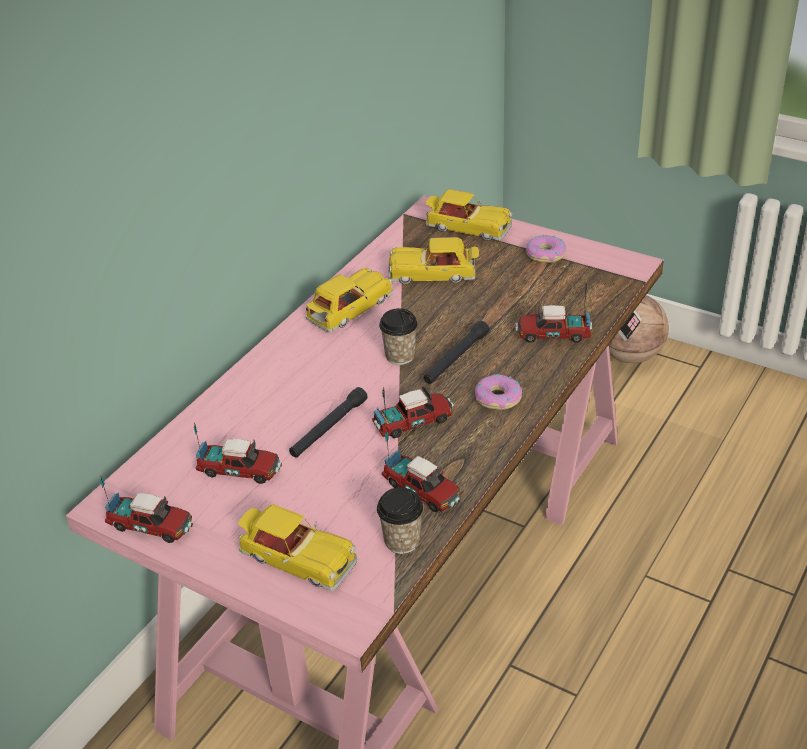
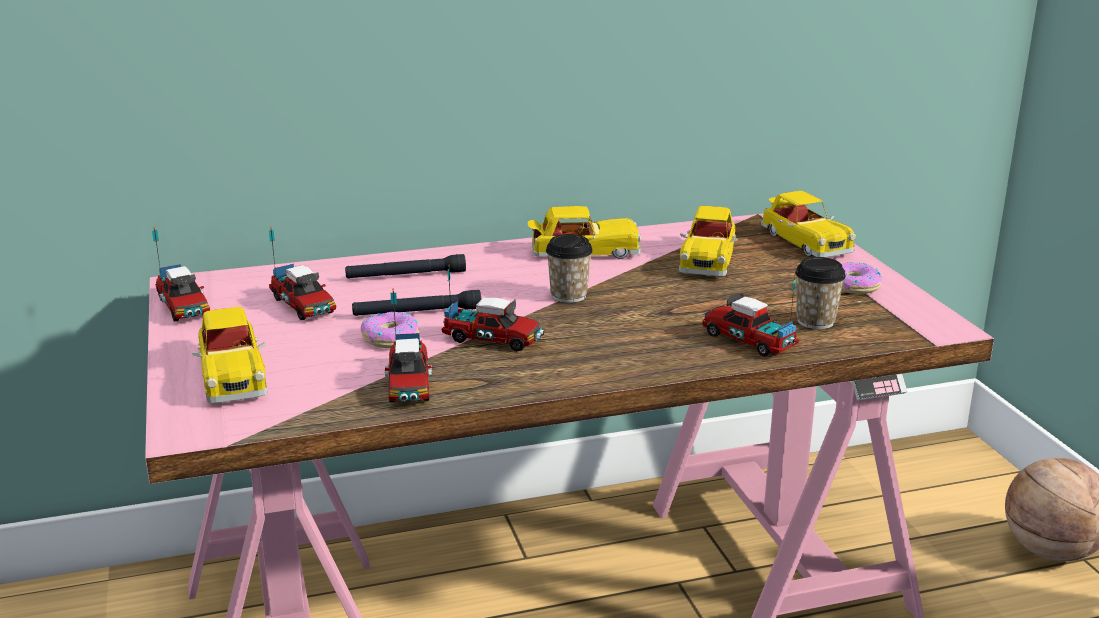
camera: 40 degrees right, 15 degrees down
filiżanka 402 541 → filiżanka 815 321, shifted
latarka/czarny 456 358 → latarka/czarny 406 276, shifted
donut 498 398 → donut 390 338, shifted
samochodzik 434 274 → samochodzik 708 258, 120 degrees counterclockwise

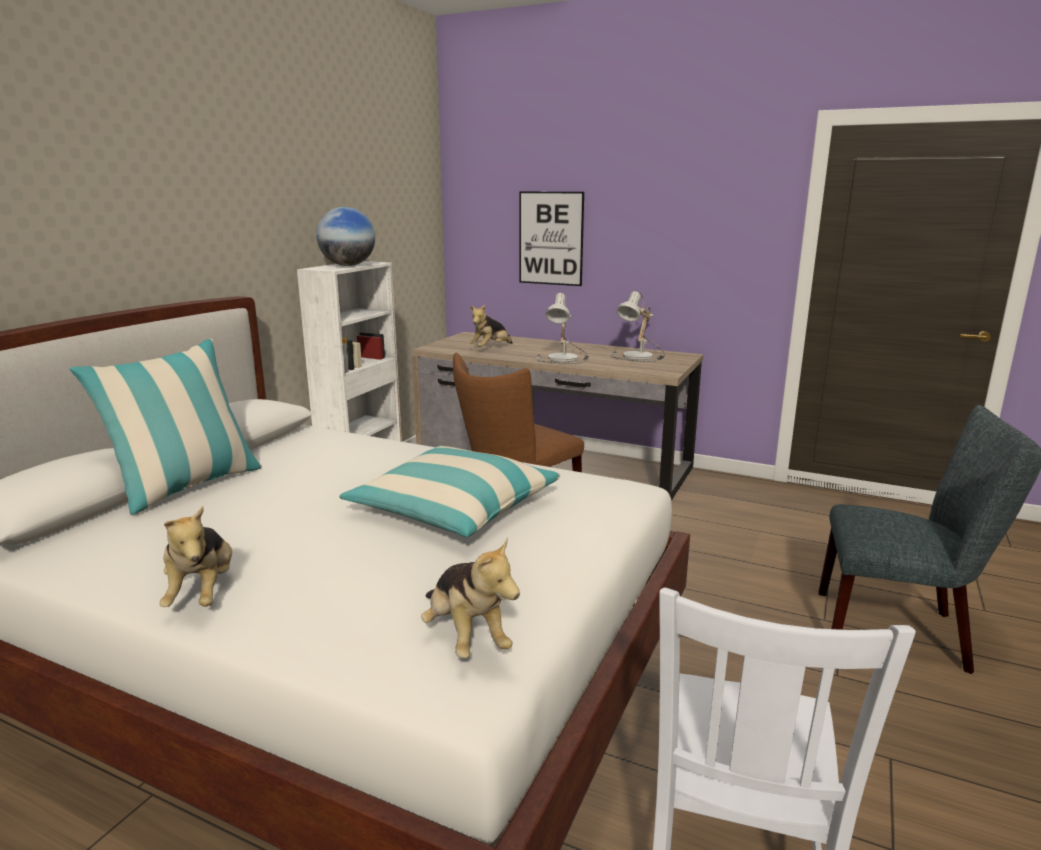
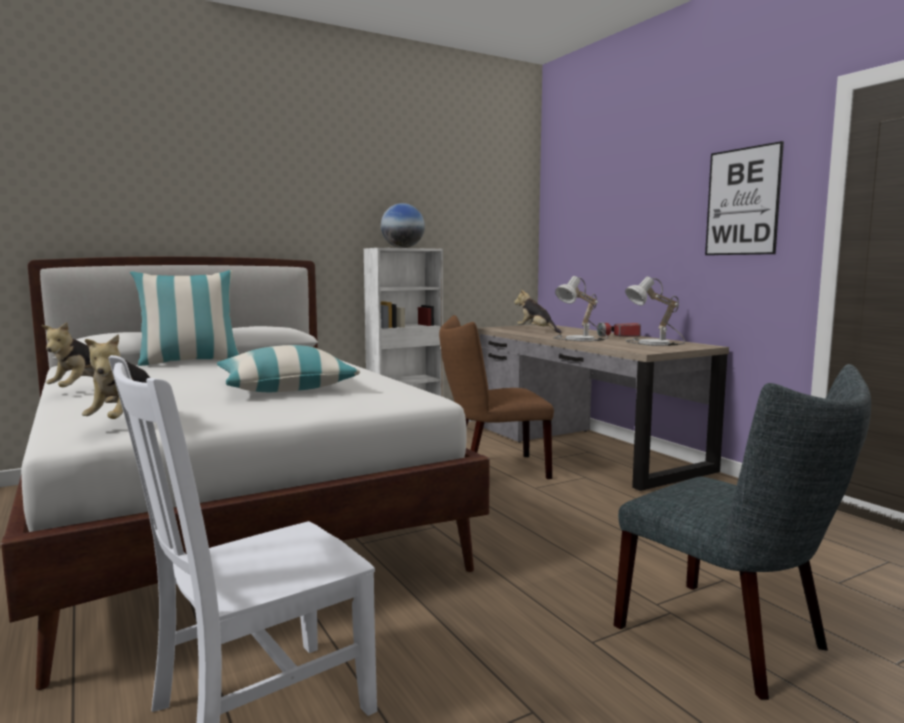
camera: 35 degrees right, 10 degrees down
- → latarka 618 336
obraz 551 238 → obraz 742 201, shifted
pluszak 490 348 → pluszak 536 331, 60 degrees clockwise

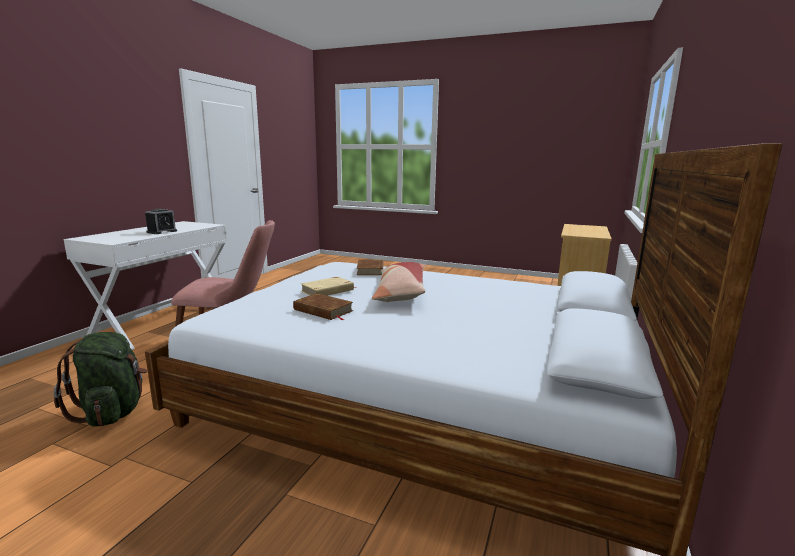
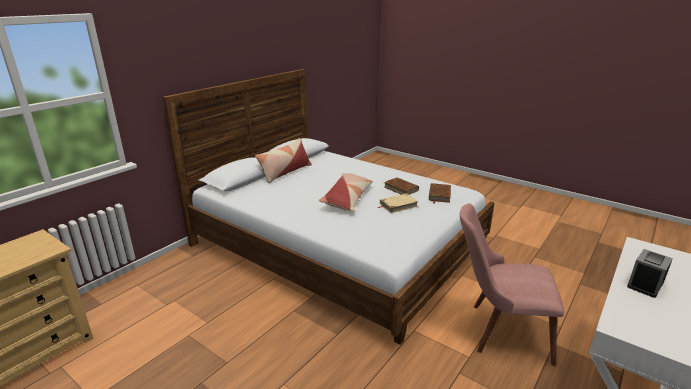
camera: 165 degrees left, 10 degrees up
plecak/zielony 112 412 → -
- → poduszka 285 172
książka/brązowy 370 270 → książka/brązowy 439 195, shifted

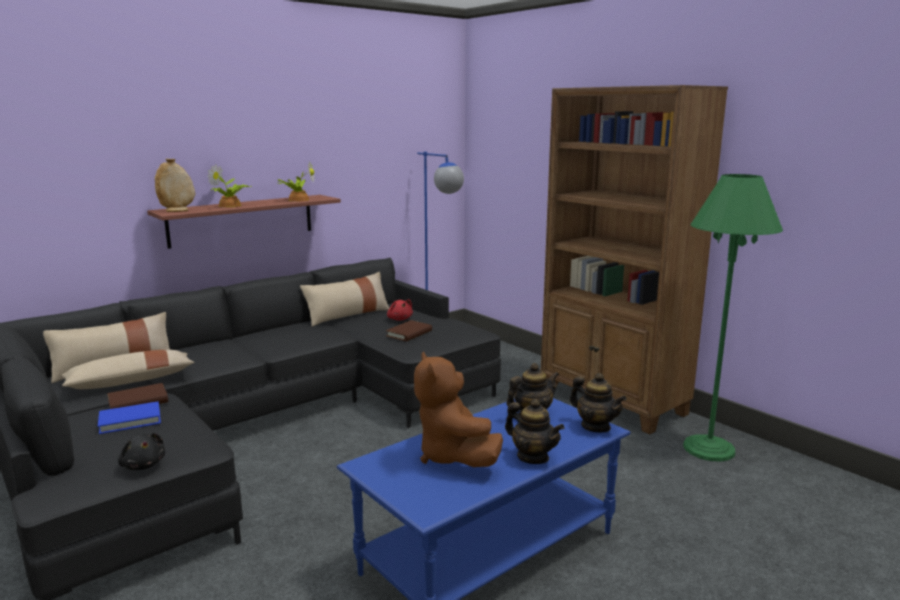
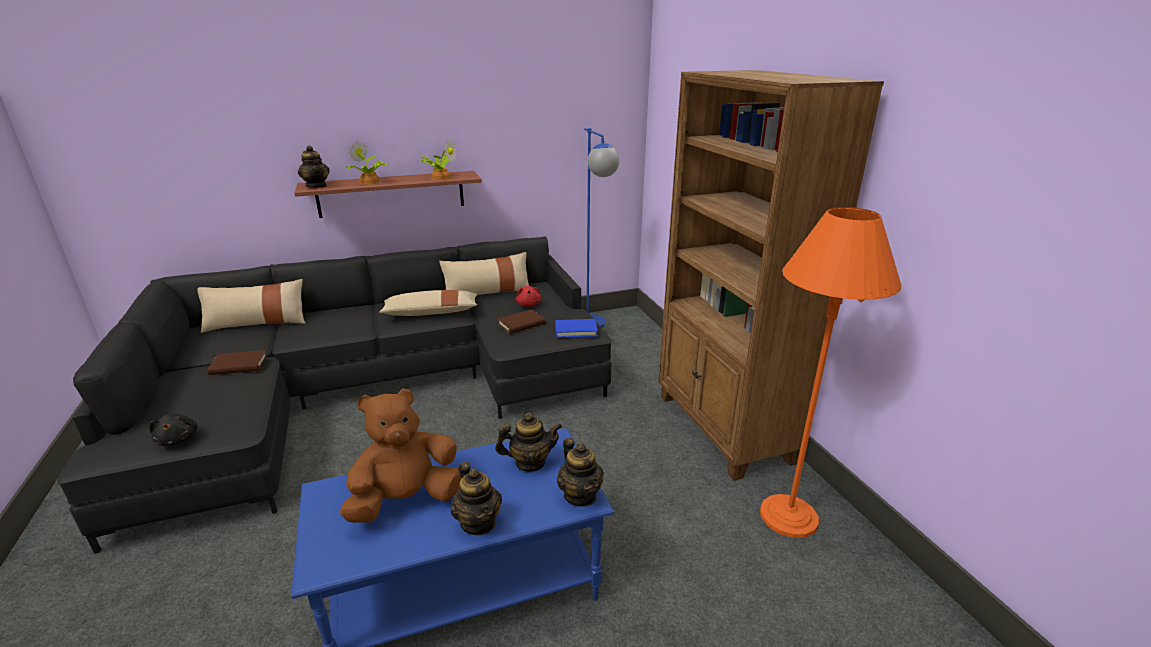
camera: 20 degrees right, 10 degrees up
poduszka/beżowy 131 381 → poduszka/beżowy 431 313, shifted
książka/niebieski 130 420 → książka/niebieski 576 330, shifted
wazon/beżowy 177 211 → imbryk 317 186
lampa stojąca/zielony 709 448 → lampa stojąca/pomarańczowy 789 516
pluszak/brązowy 453 456 → pluszak/brązowy 406 500, 60 degrees clockwise

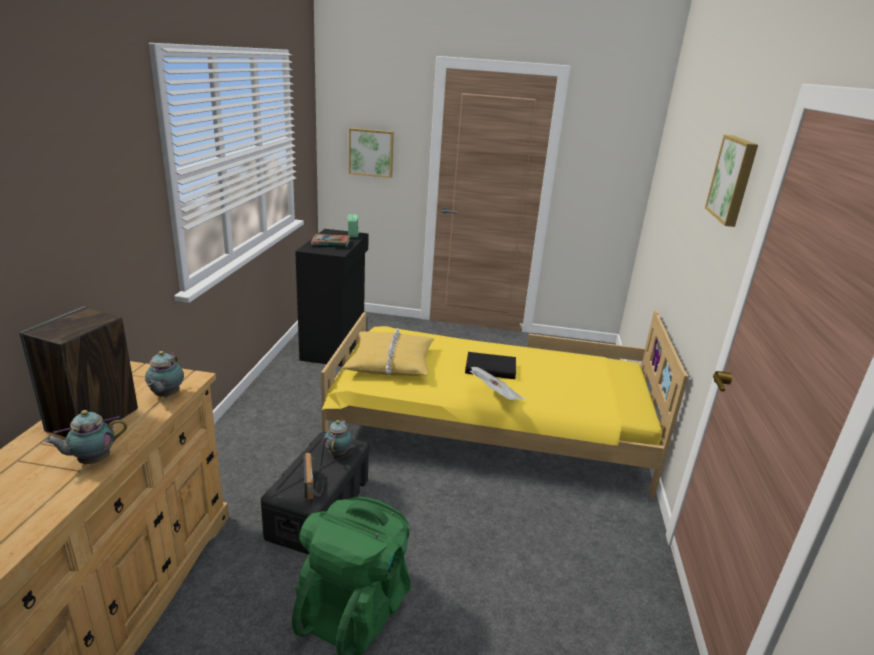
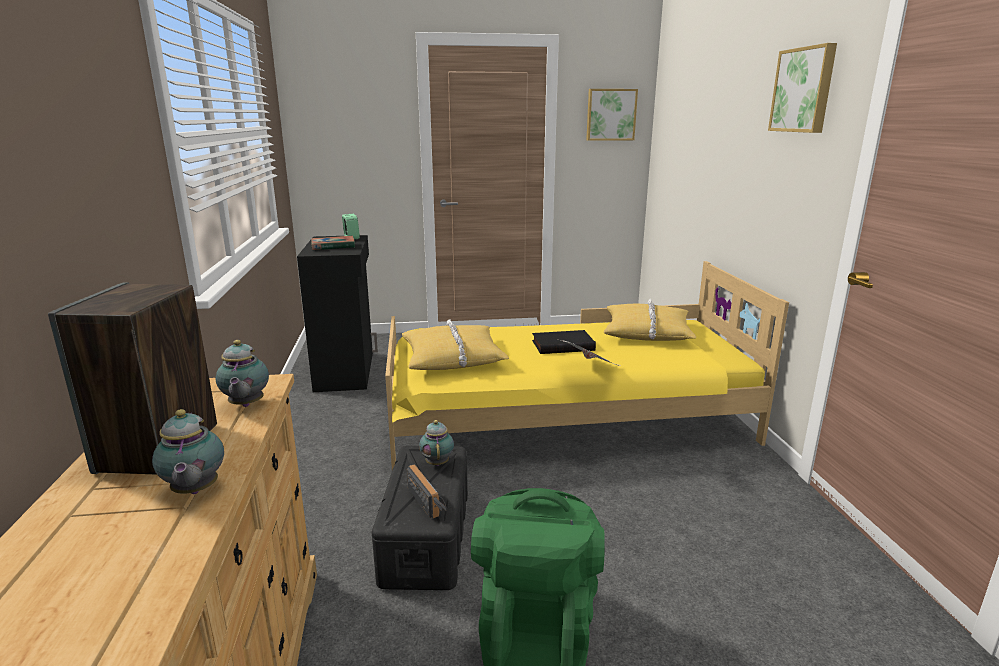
camera: 15 degrees left, 5 degrees down
- → poduszka/żółty 647 332
obraz 371 152 → obraz 610 115, shifted
imbryk 92 461 → imbryk 194 491, 60 degrees counterclockwise

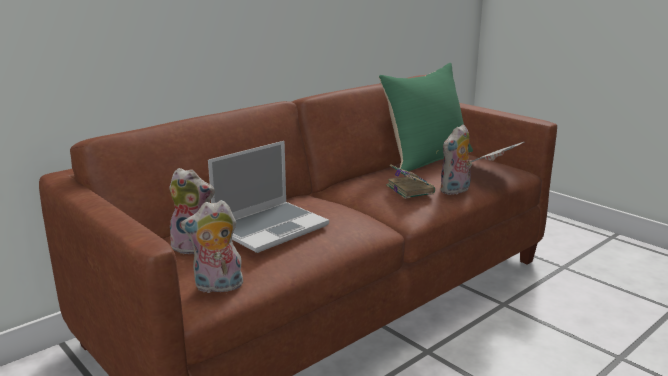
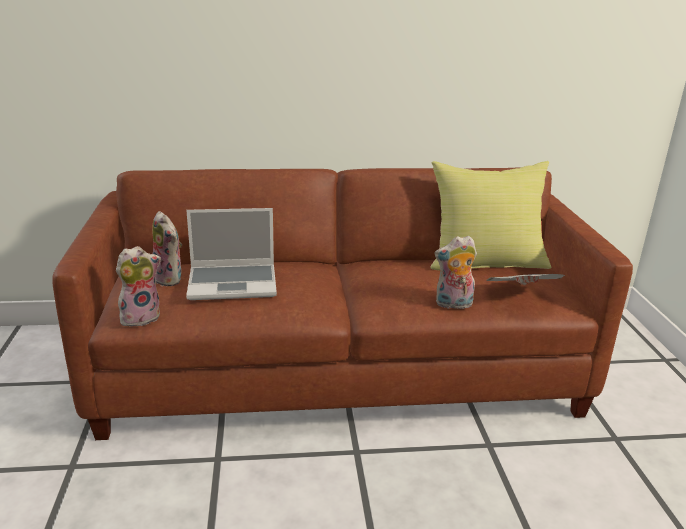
camera: 35 degrees right, 5 degrees up
książka 409 189 → -
poduszka/zielony 426 159 → poduszka/żółty 486 262
pluszak 217 287 → pluszak 141 317, 120 degrees clockwise

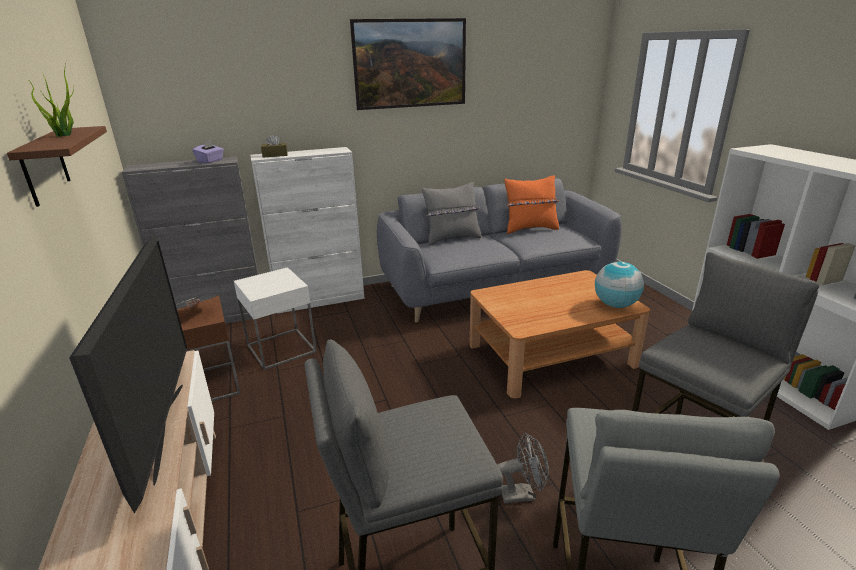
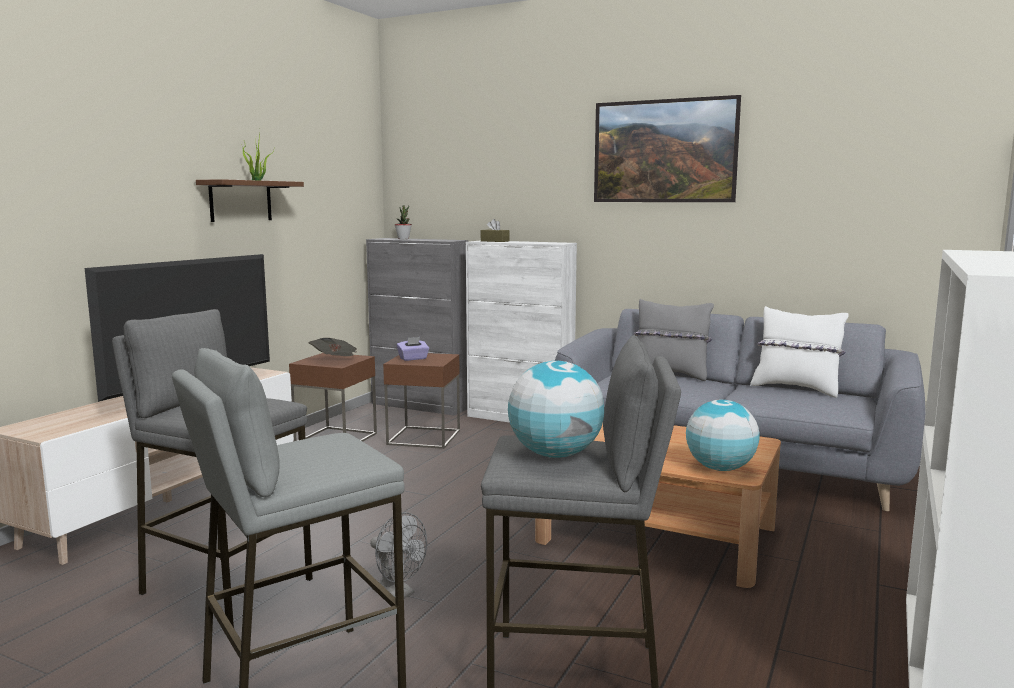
camera: 45 degrees right, 15 degrees down
- → roślina doniczkowa 403 239
- → globus 555 455
pudełko chusteczek/fioletowy 210 161 → pudełko chusteczek/fioletowy 413 358, shifted
stolik/biały 281 348 → stolik/brązowy 424 437
poduszka/pomarańczowy 530 229 → poduszka/biały 796 389

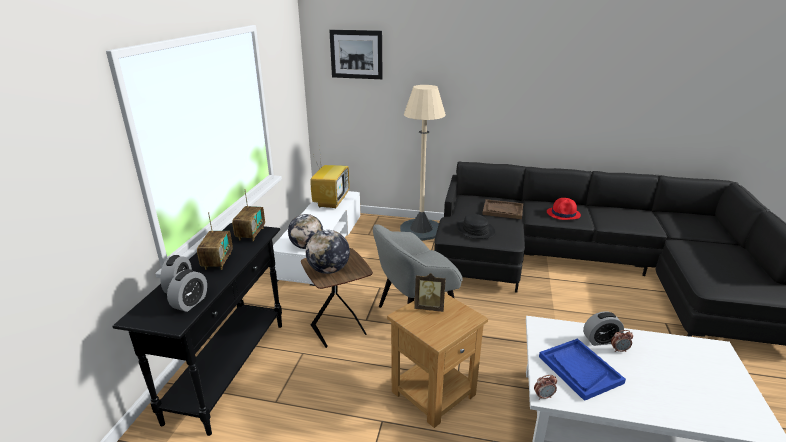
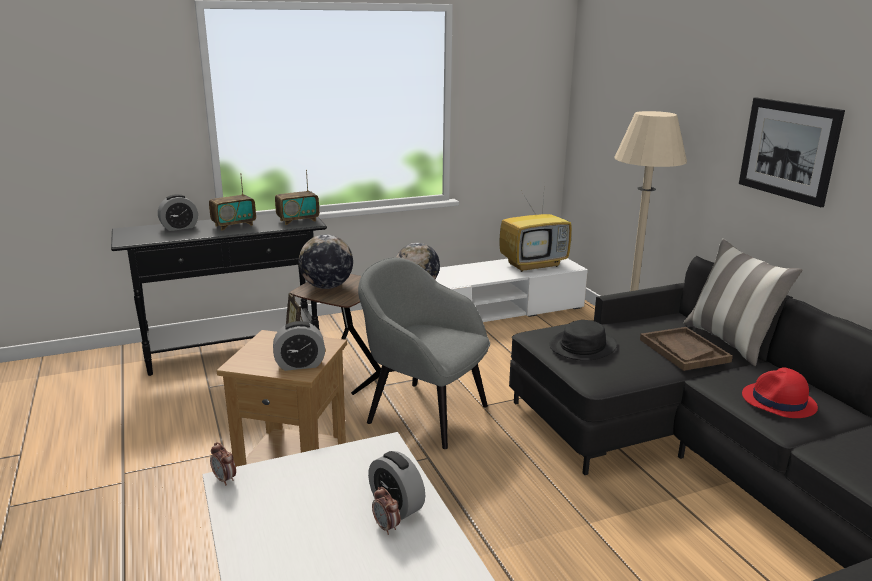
camera: 55 degrees right, 5 degrees down
taca/niebieski 579 369 → -
- → poduszka 729 342
budzik 190 303 → budzik 300 365, shifted
obraz 356 54 → obraz 788 150, shifted

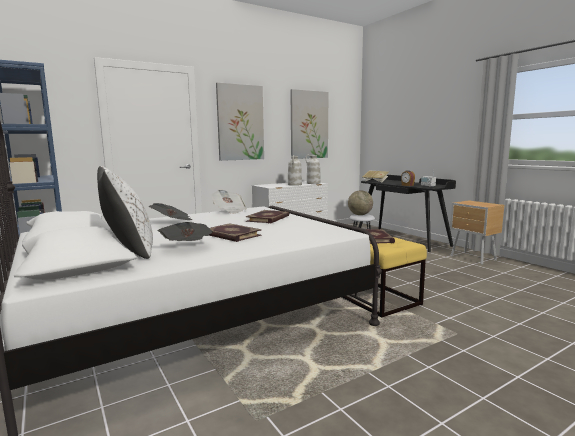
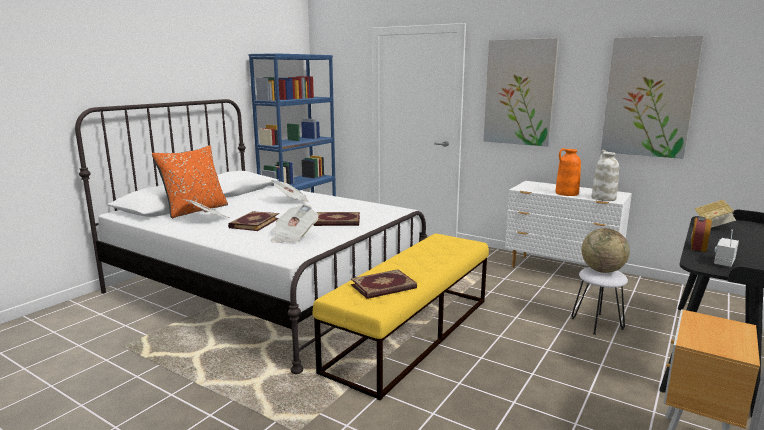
camera: 65 degrees right, 5 degrees up
gazeta 229 211 → gazeta 293 237, shifted
poduszka/biały 129 250 → poduszka/pomarańczowy 195 210
wazon/biały 294 184 → wazon/pomarańczowy 566 193

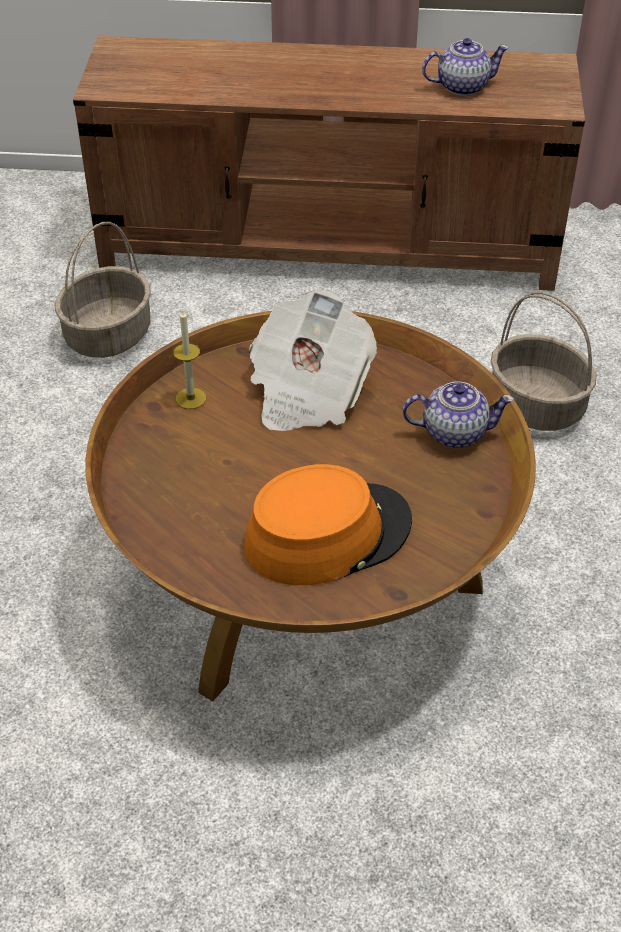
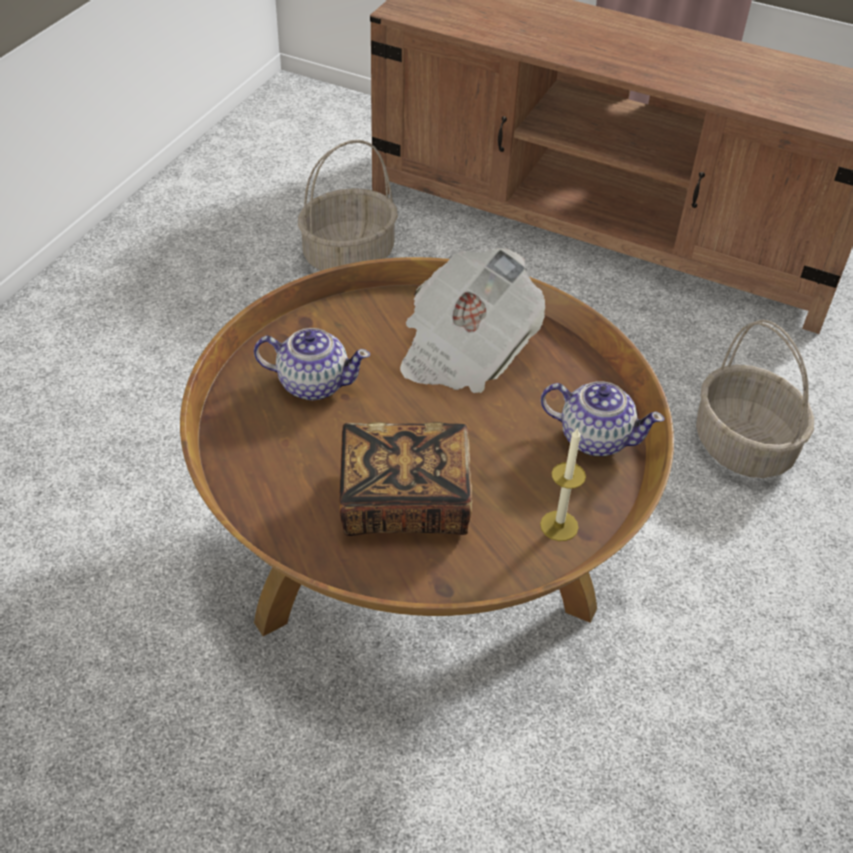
camera: 20 degrees right, 0 degrees up
świeca 191 398 → świeca 559 526, shifted
imbryk 462 86 → imbryk 312 383, shifted
kapelusz/pomarańczowy 327 534 → książka 404 501

